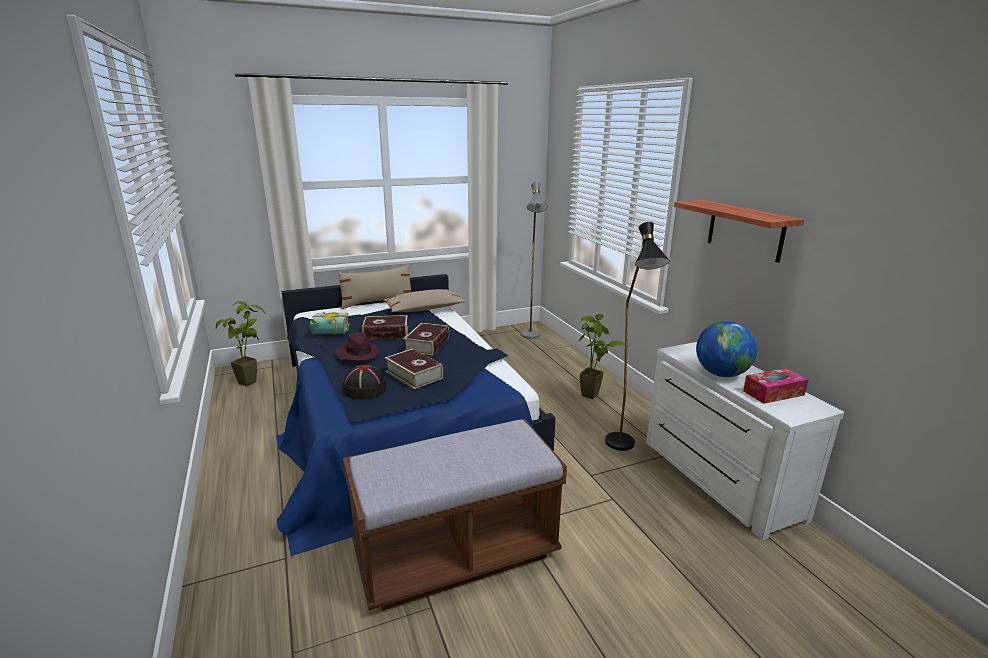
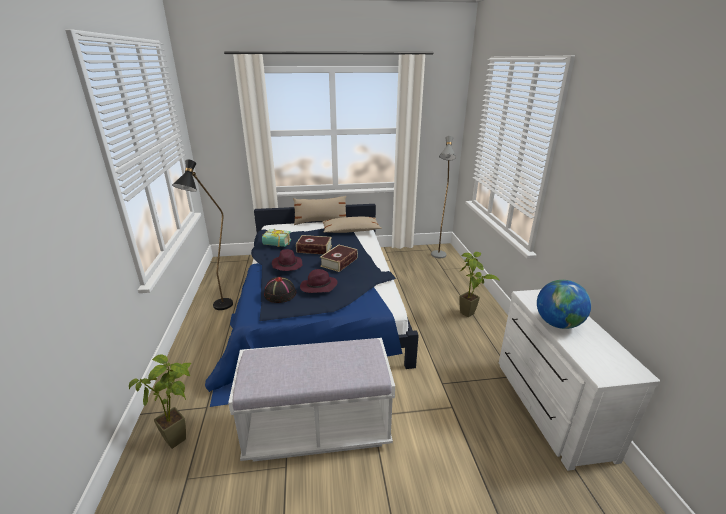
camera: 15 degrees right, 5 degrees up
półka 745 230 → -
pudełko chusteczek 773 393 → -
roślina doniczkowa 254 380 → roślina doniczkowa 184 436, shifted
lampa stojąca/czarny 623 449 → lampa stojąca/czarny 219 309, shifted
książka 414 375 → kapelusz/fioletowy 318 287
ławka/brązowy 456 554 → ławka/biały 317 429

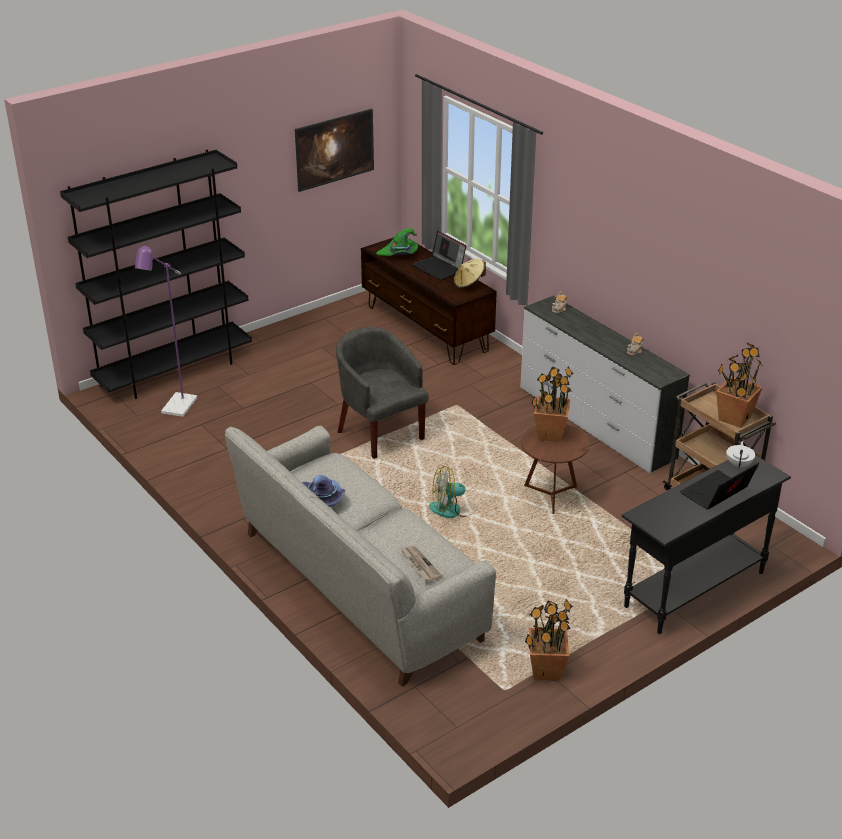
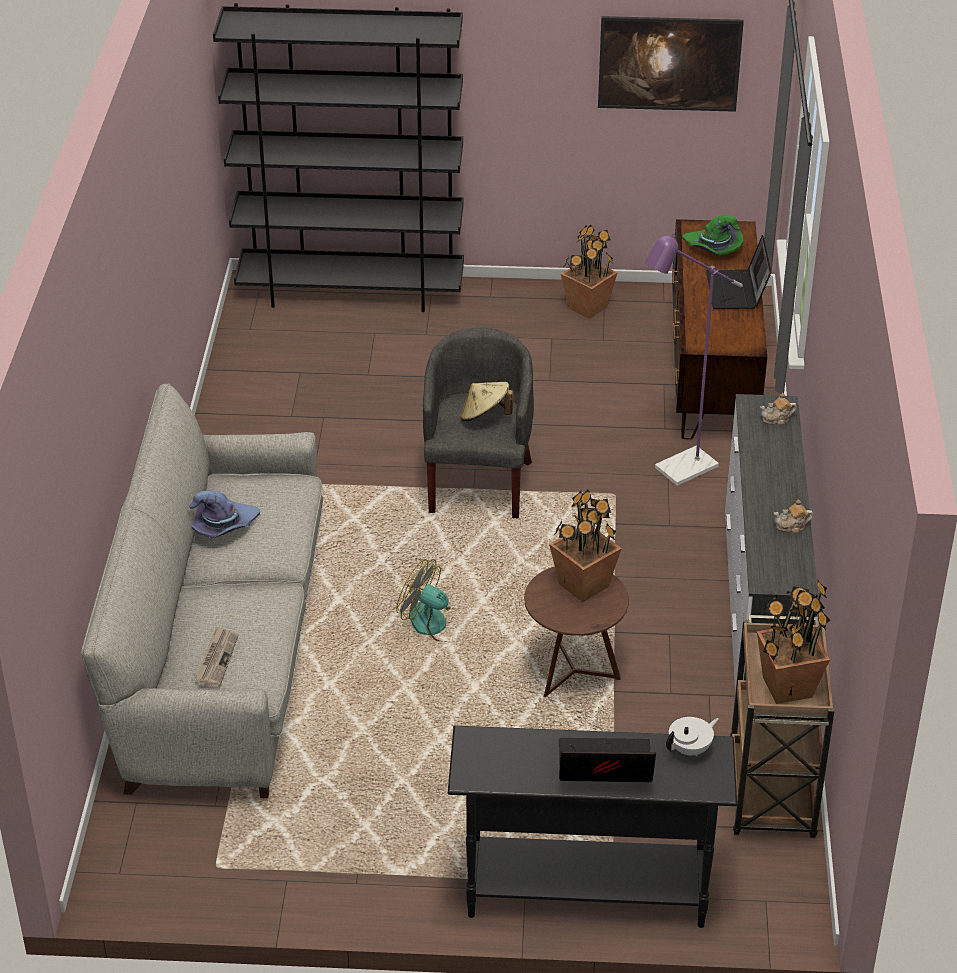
camera: 40 degrees right, 5 degrees up
lampa stojąca/fioletowy 176 409 → lampa stojąca/fioletowy 678 471, shifted
kapelusz/beżowy 469 283 → kapelusz/beżowy 485 416, shifted
roślina doniczkowa 546 670 → roślina doniczkowa 588 307, shifted

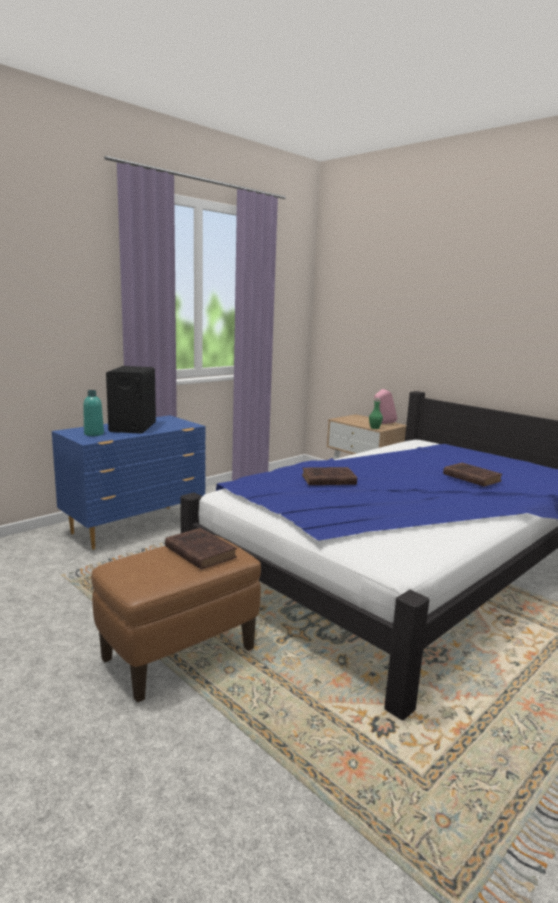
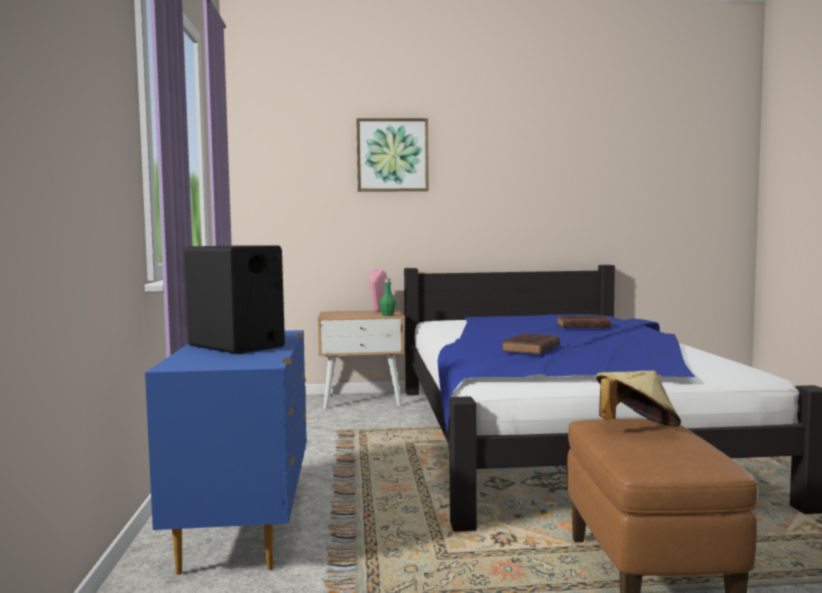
camera: 50 degrees left, 10 degrees down
butelka/turkusowy 94 434 → -
- → obraz 392 155
książka/brązowy 199 552 → kapelusz/beżowy 635 428

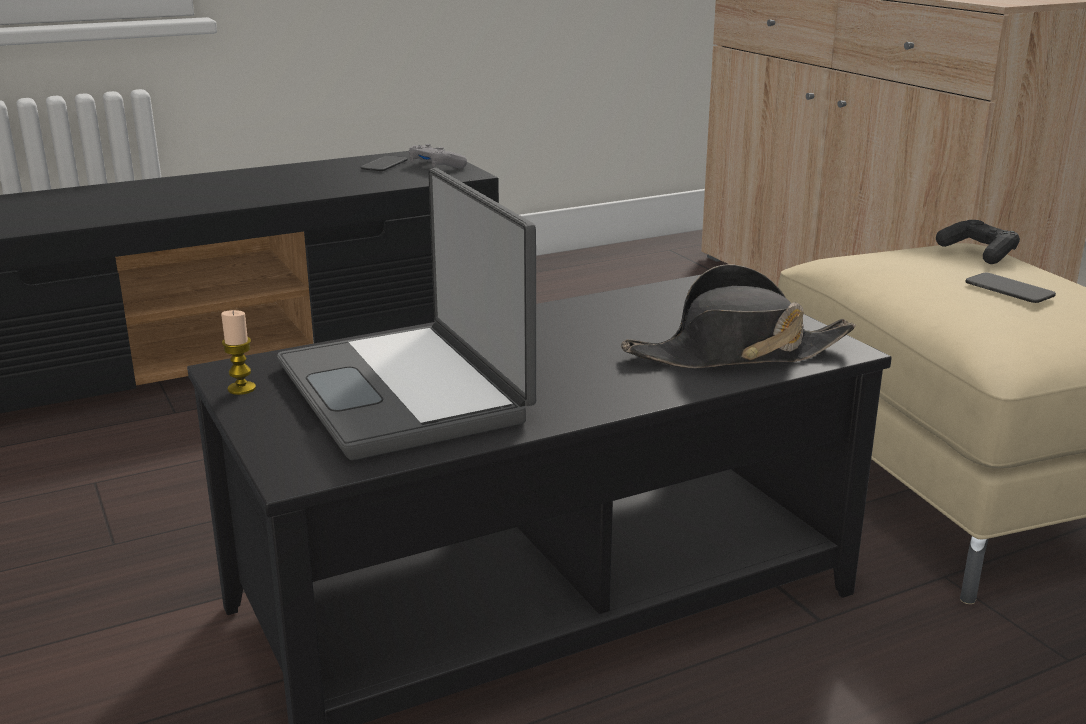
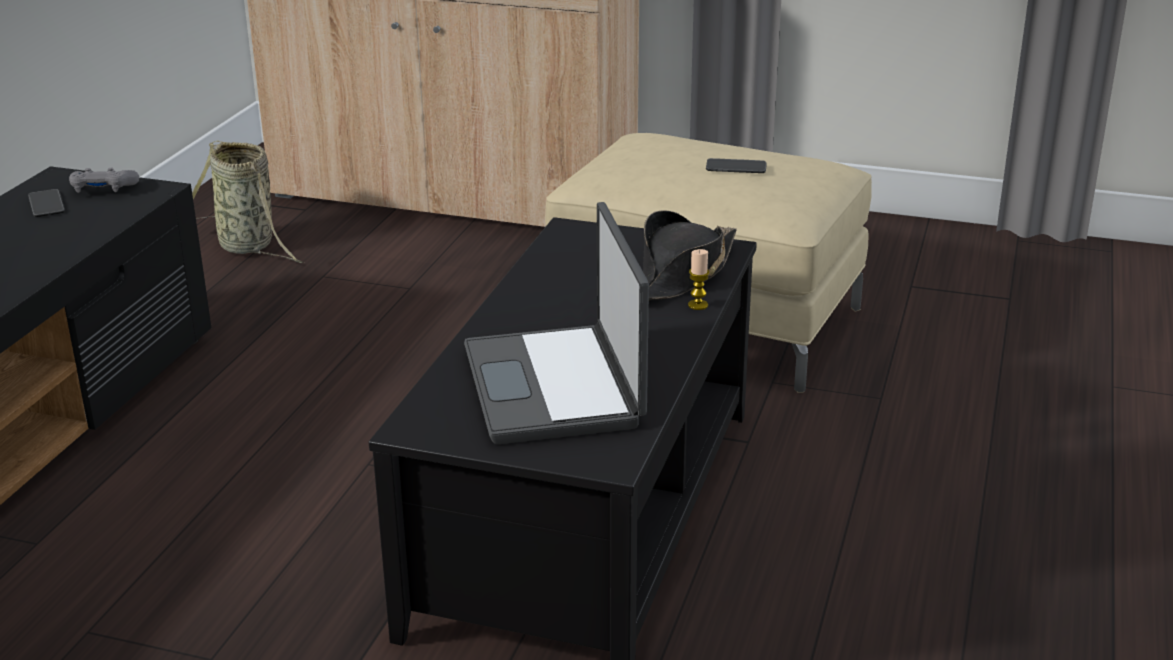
camera: 45 degrees left, 5 degrees up
pad do gier/czarny 978 252 → -
- → koszyk 249 247
świeca 241 389 → świeca 698 305, shifted
laptop 406 392 → laptop 556 386, 60 degrees clockwise

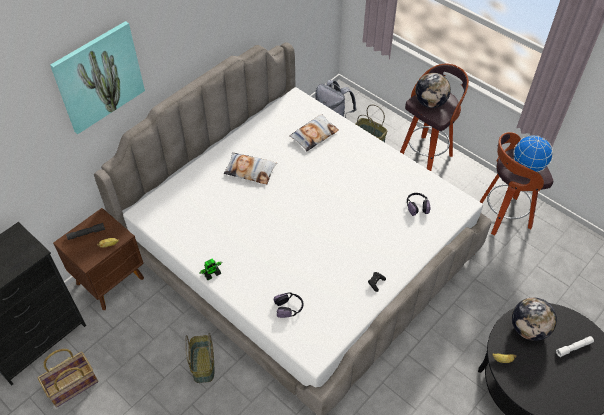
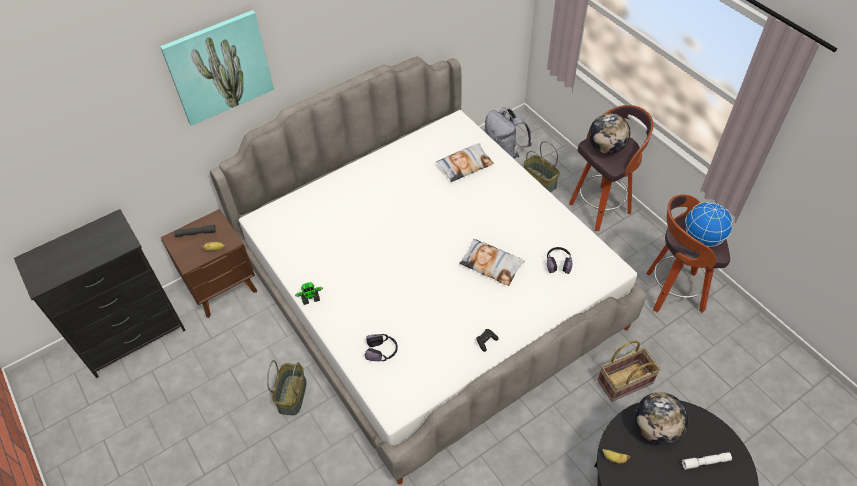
camera: 15 degrees right, 0 degrees up
koszyk 72 386 → koszyk 625 382, shifted
poduszka 250 170 → poduszka 491 264, shifted

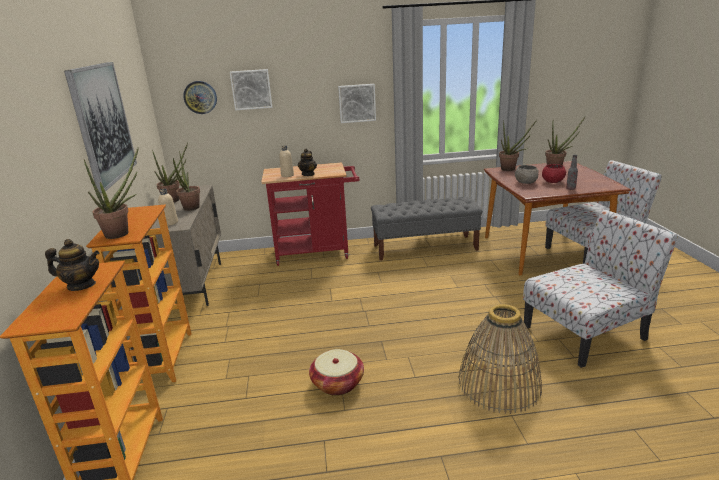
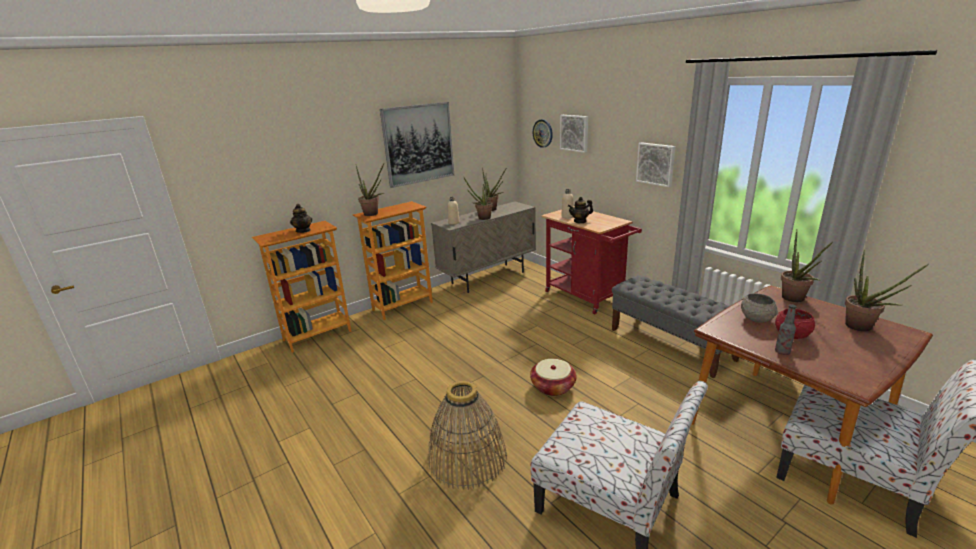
camera: 60 degrees right, 0 degrees up
koszyk 337 383 → koszyk 553 387, shifted

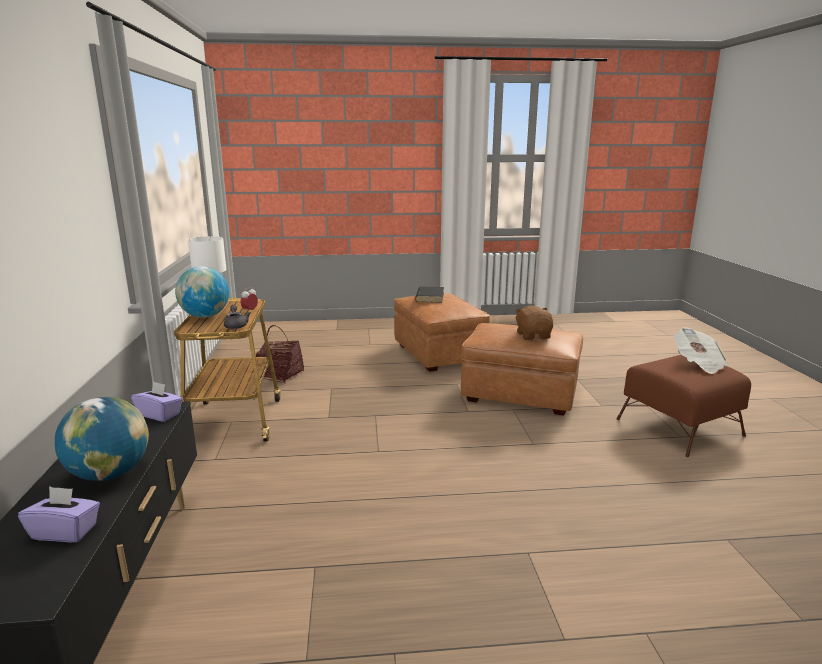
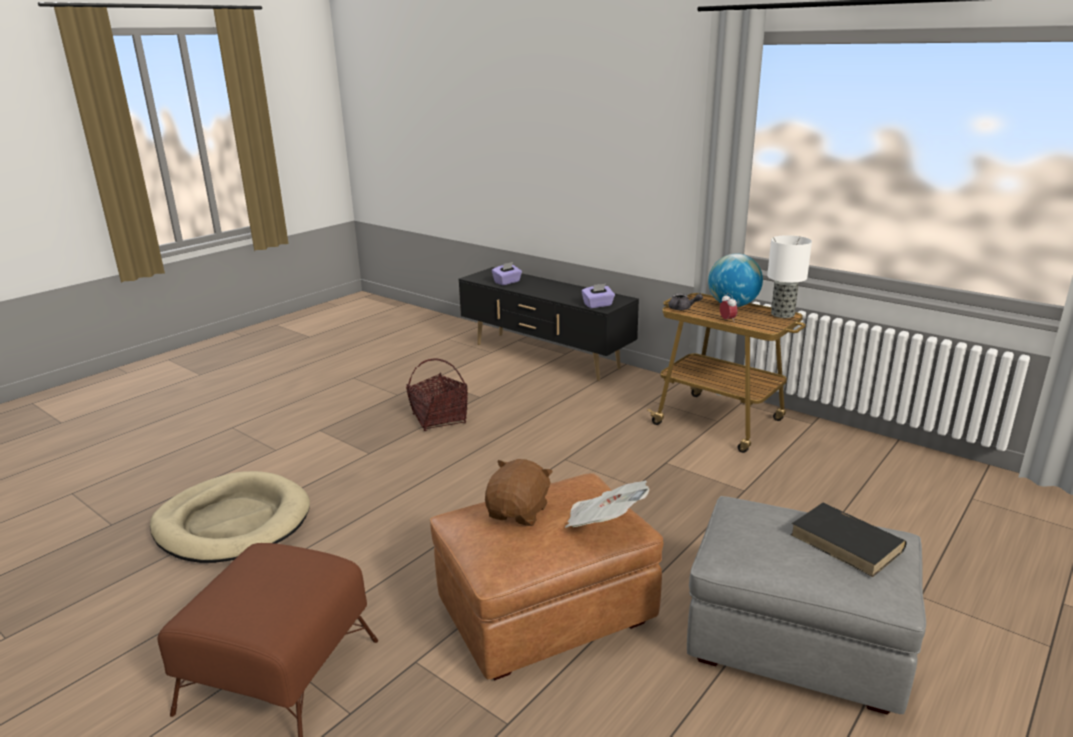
camera: 135 degrees right, 5 degrees up
globus 110 474 → -
- → legowisko/beżowy 233 522
koszyk 280 375 → koszyk 439 419, shifted
gazeta 698 363 → gazeta 604 523, shifted
pufa/brązowy 438 354 → pufa/szary 796 643
pluszak/brązowy 533 336 → pluszak/brązowy 519 512, 105 degrees counterclockwise

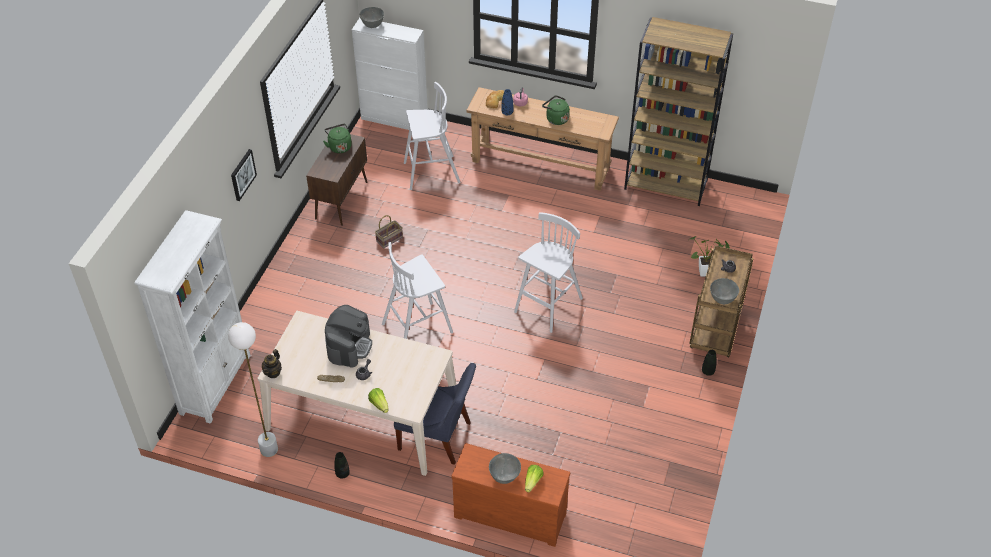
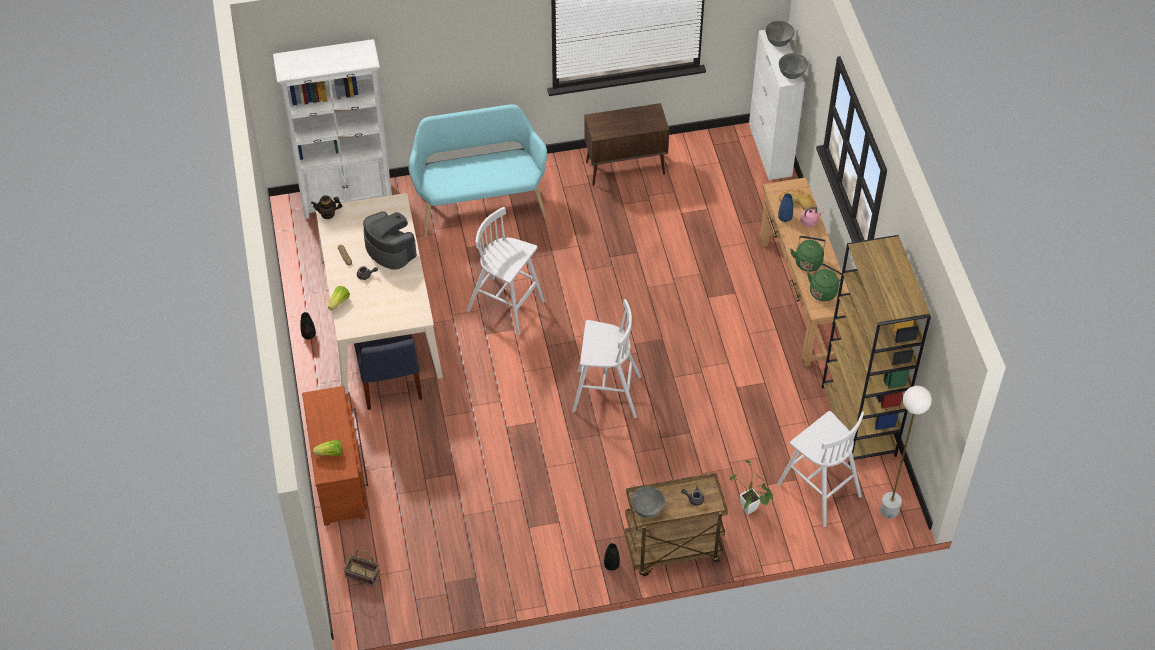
camera: 60 degrees right, 5 degrees up
obraz 242 174 → -
- → ławka/turkusowy 479 203
lampa stojąca/biały 269 449 → lampa stojąca/biały 889 510, shifted
czajnik/zielony 339 146 → czajnik/zielony 824 291, shifted
koszyk 389 240 → koszyk 361 575, shifted
stołek/biały 430 173 → stołek/biały 817 489, shifted
miska/szary 504 476 → miska/szary 791 74, shifted
ekspres do kawy 349 346 → ekspres do kawy 390 249, 120 degrees counterclockwise

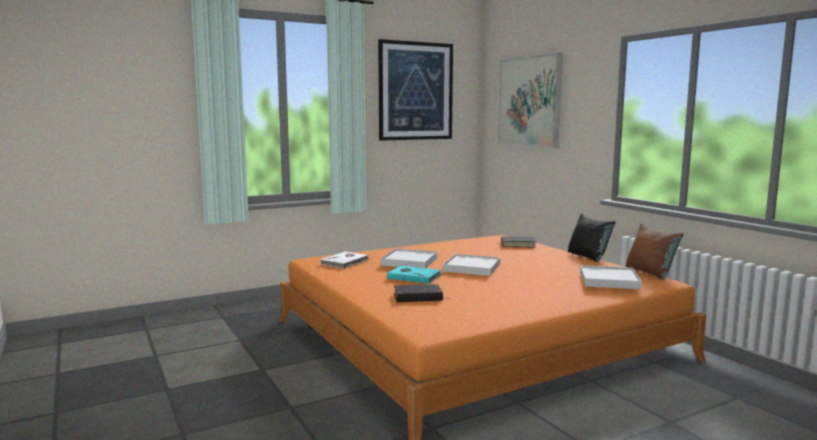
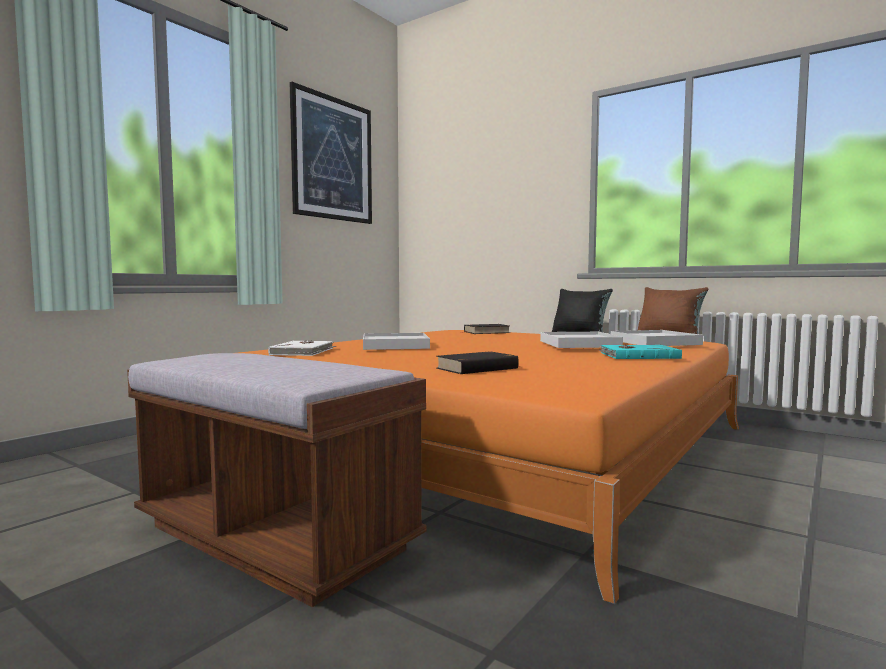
camera: 25 degrees left, 5 degrees down
obraz 529 101 → -
- → ławka/brązowy 274 538
książka/turkusowy 414 276 → książka/turkusowy 638 355, shifted
taca/biały 472 267 → taca/biały 579 344, shifted

